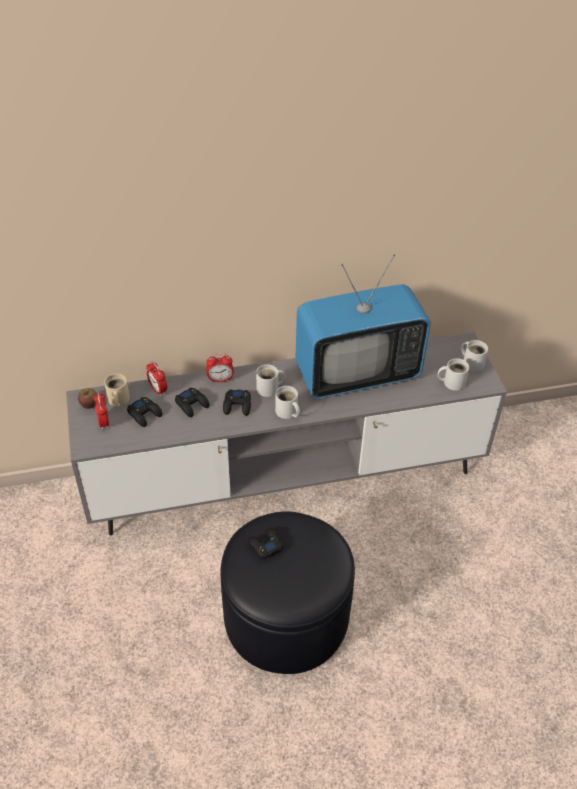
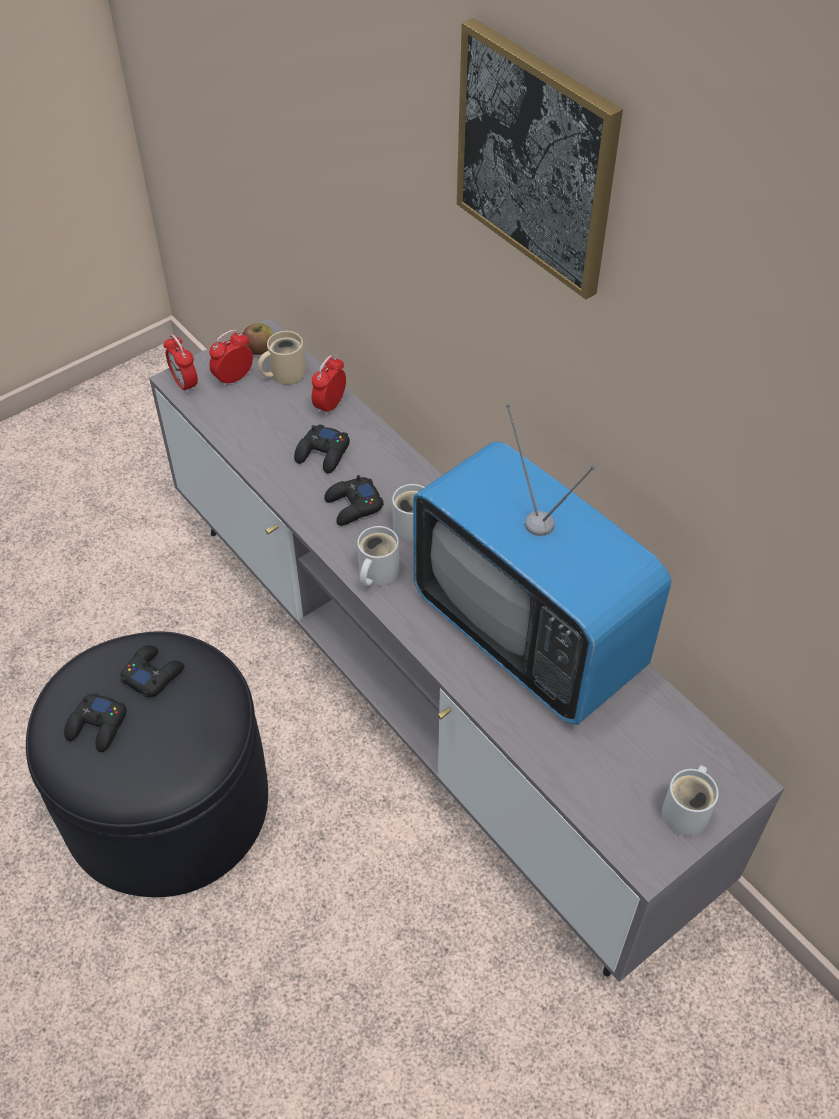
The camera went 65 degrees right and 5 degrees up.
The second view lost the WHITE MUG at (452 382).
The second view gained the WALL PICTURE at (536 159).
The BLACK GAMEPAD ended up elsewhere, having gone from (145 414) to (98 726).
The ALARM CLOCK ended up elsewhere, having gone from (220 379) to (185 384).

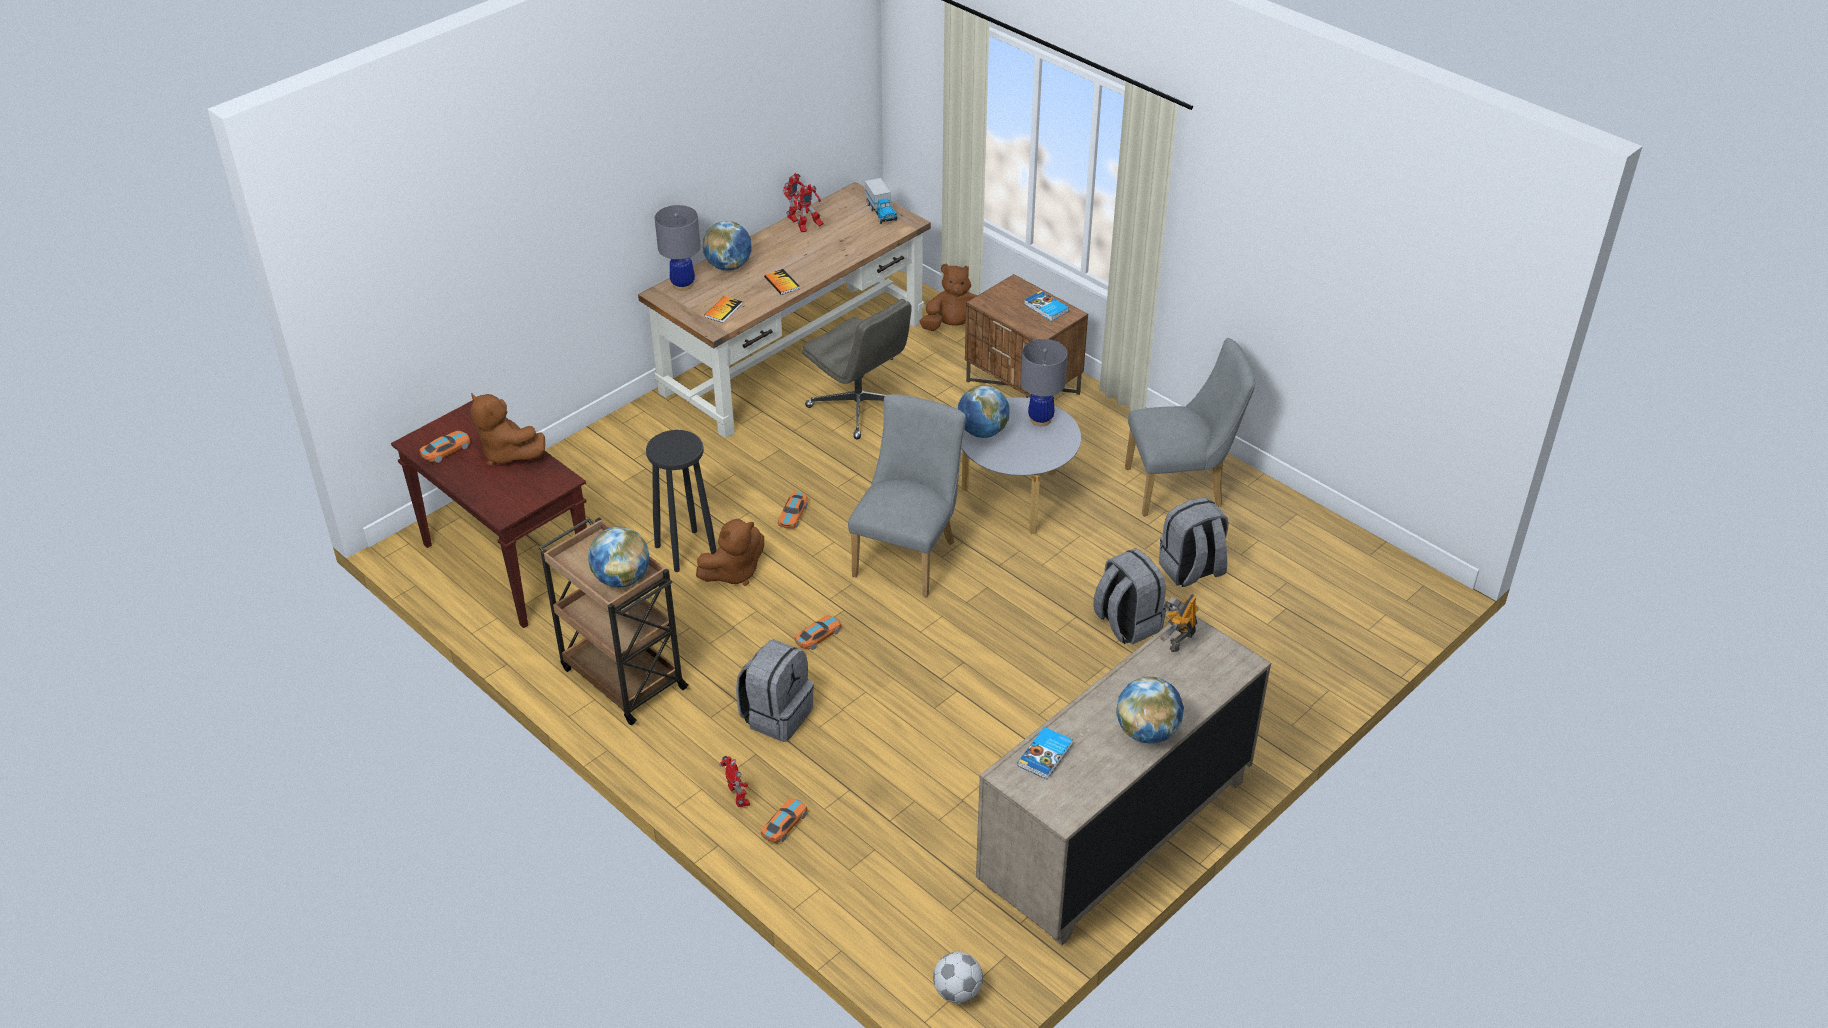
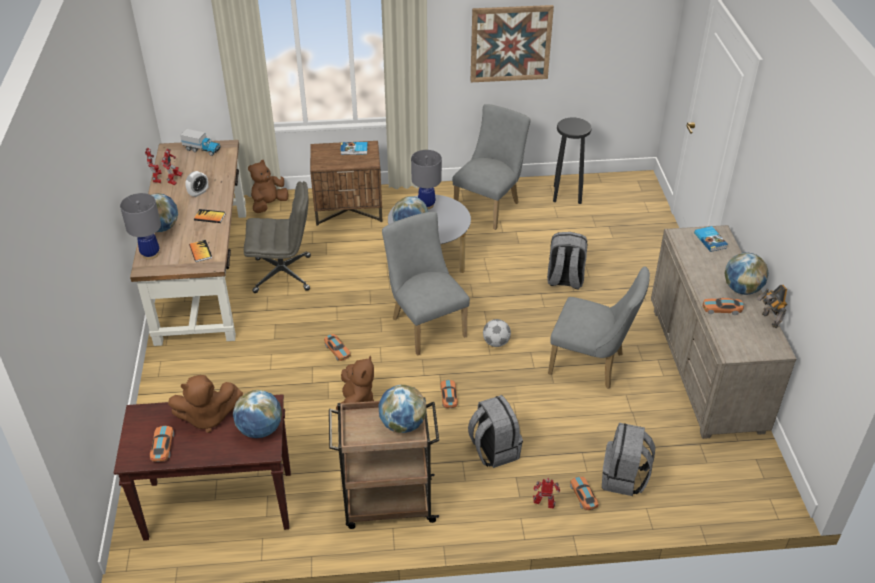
The camera went 50 degrees left and 0 degrees up.
The second view gained the ALARM CLOCK at (198 193).
The second view gained the WORLD GLOBE at (260 430).
The second view gained the WALL PICTURE at (510 43).
The second view gained the GRAY PLAIN CHAIR at (592 365).
The second view gained the MINIATURE CAR at (721 309).
The BLACK STOOL SEAT ended up elsewhere, having gone from (685 550) to (566 194).
The FOOTBALL BALL ended up elsewhere, having gone from (957 991) to (496 343).
The BOOK ended up elsewhere, having gone from (1046 755) to (710 240).
The GRAY RUCKSACK ended up elsewhere, having gone from (1191 570) to (624 478).
The ROBOT FIGURE ended up elsewhere, having gone from (1178 640) to (768 320).

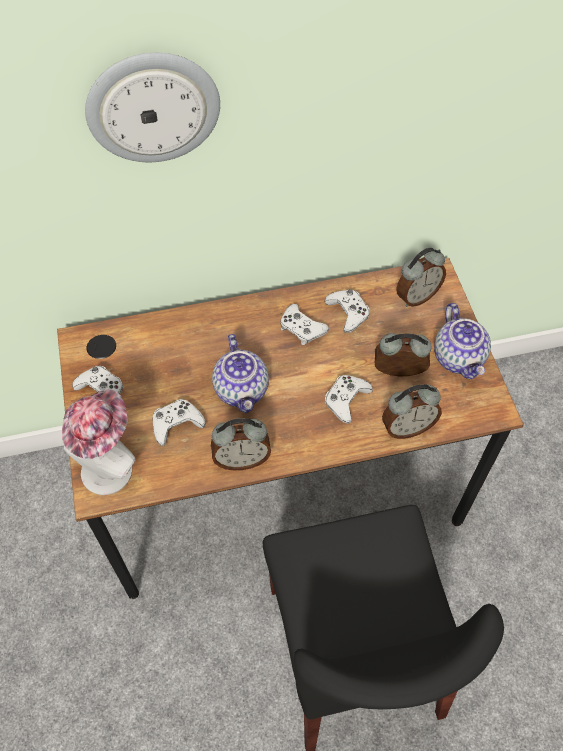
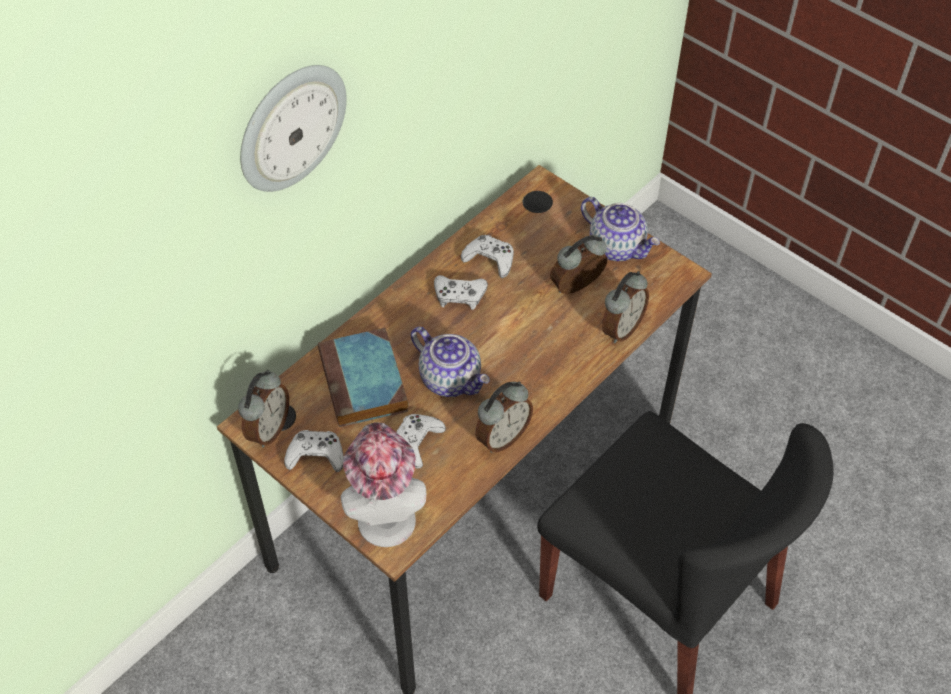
The camera went 35 degrees left and 5 degrees down.
The second view lost the WHITE GAMEPAD at (346 400).
The second view gained the BOOK at (364 384).
The ALARM CLOCK ended up elsewhere, having gone from (416 296) to (268 429).

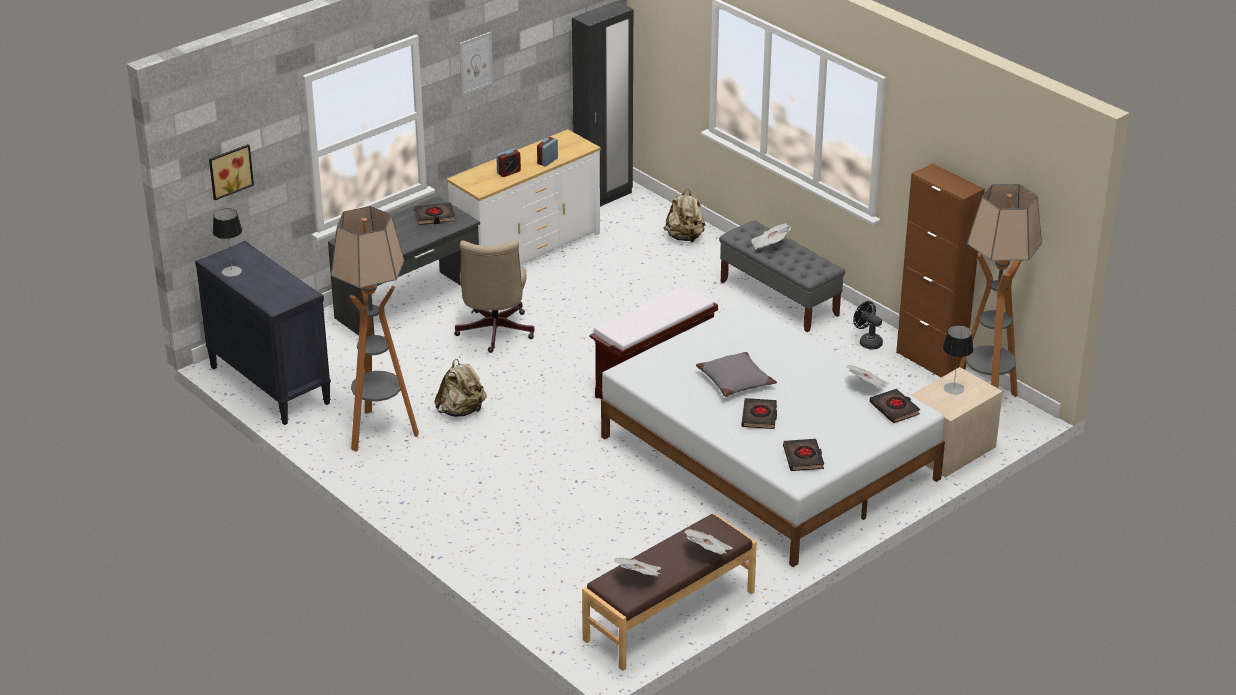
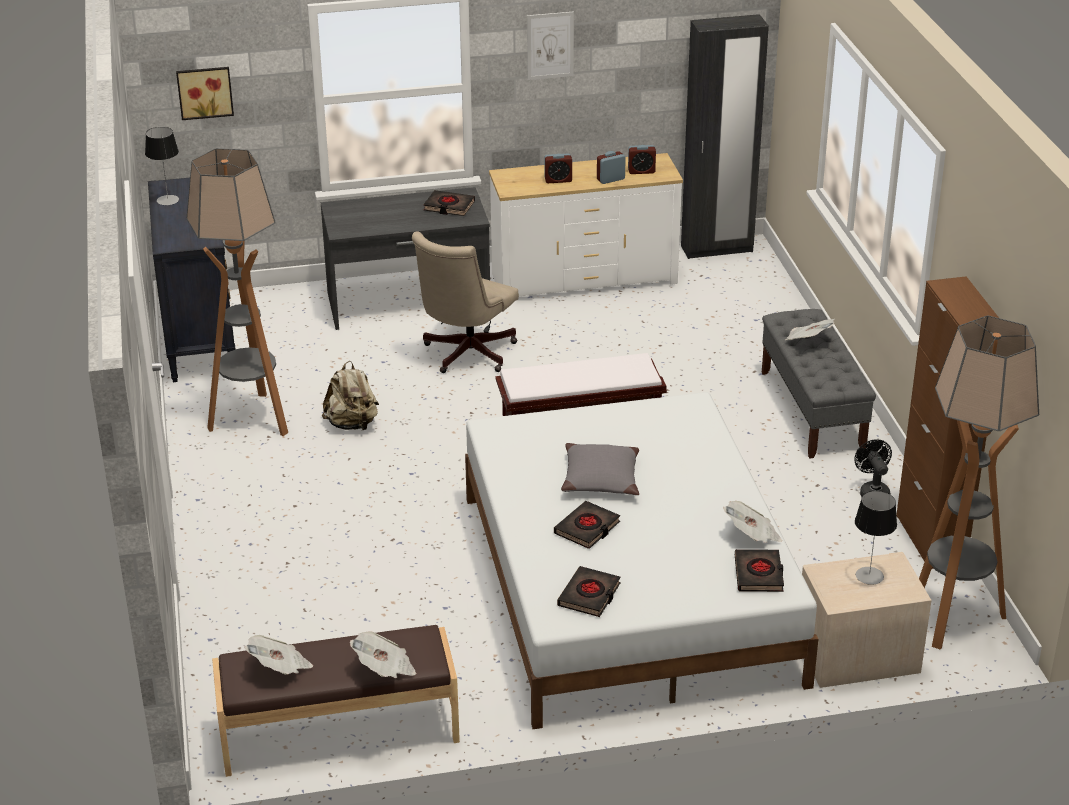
The camera went 30 degrees right and 0 degrees up.
The second view lost the BEIGE RUCKSACK at (685 237).
The second view gained the ALARM CLOCK at (641 171).

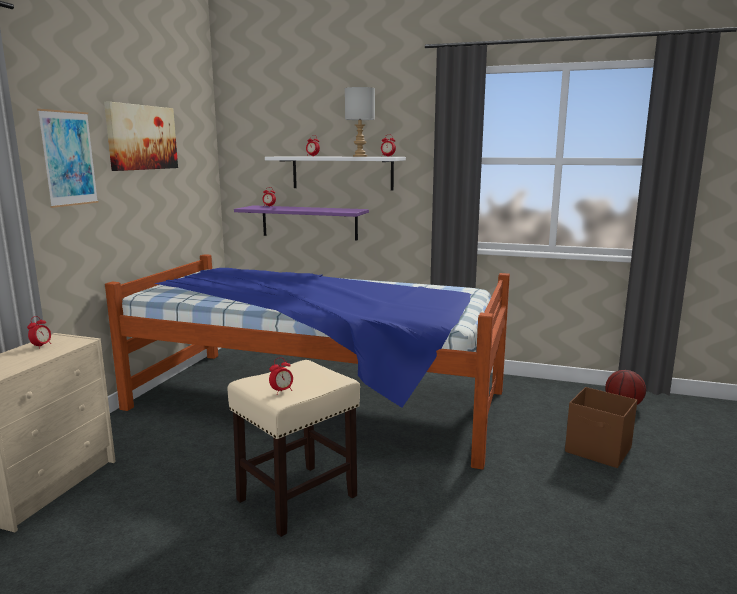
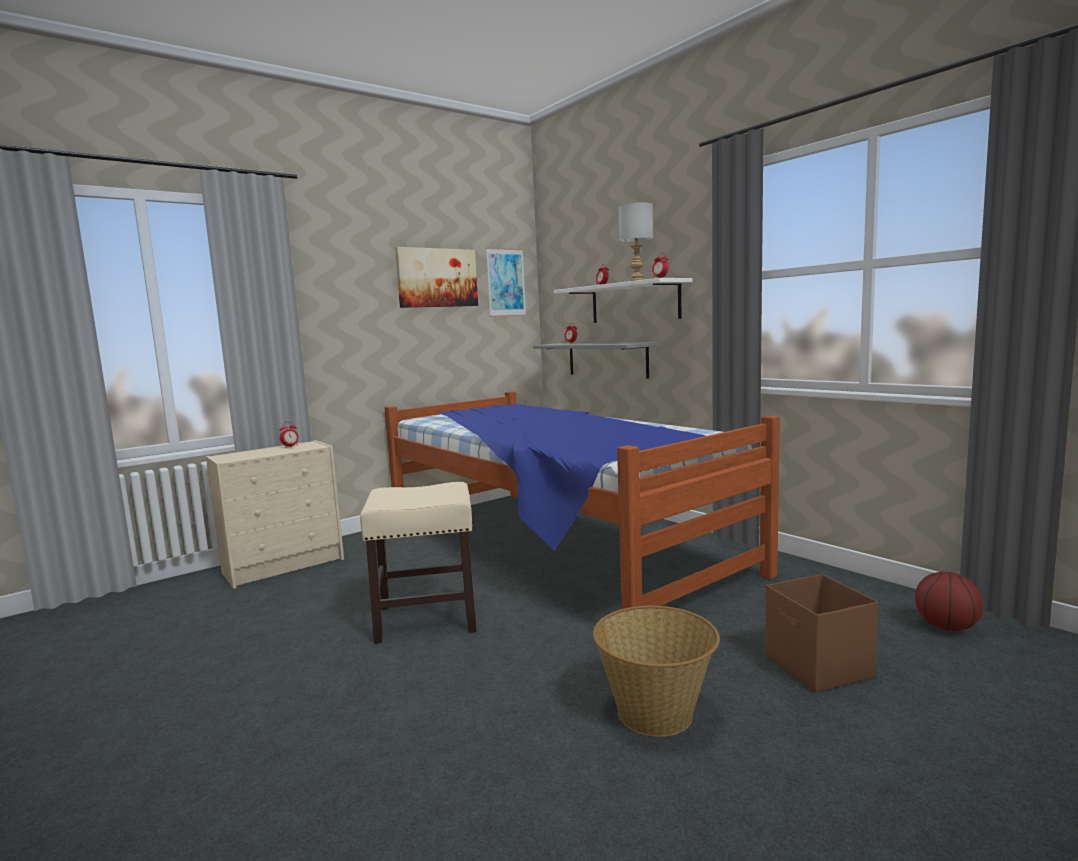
The camera went 35 degrees right and 5 degrees down.
The second view lost the ALARM CLOCK at (282 391).
The second view gained the STORAGE BASKET at (656 713).
The WALL PICTURE ended up elsewhere, having gone from (68 158) to (506 282).
What was the PURPLE SHELF at (309 222) turned into the GRAY SHELF at (607 359).

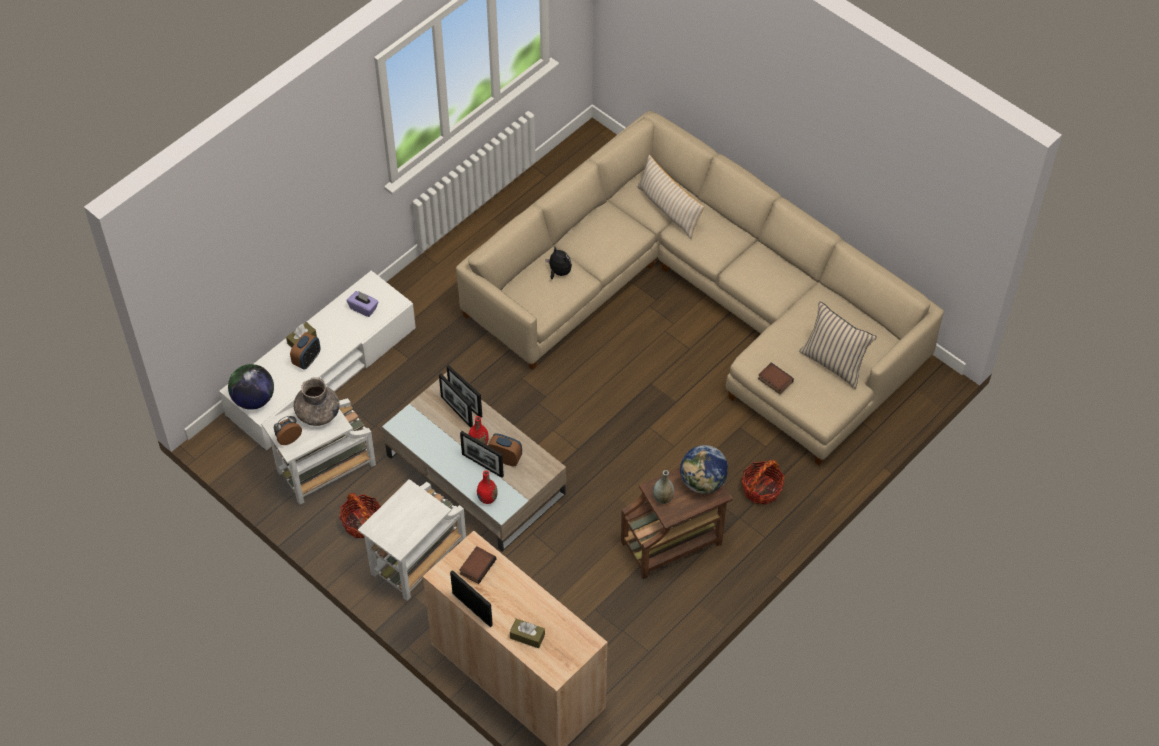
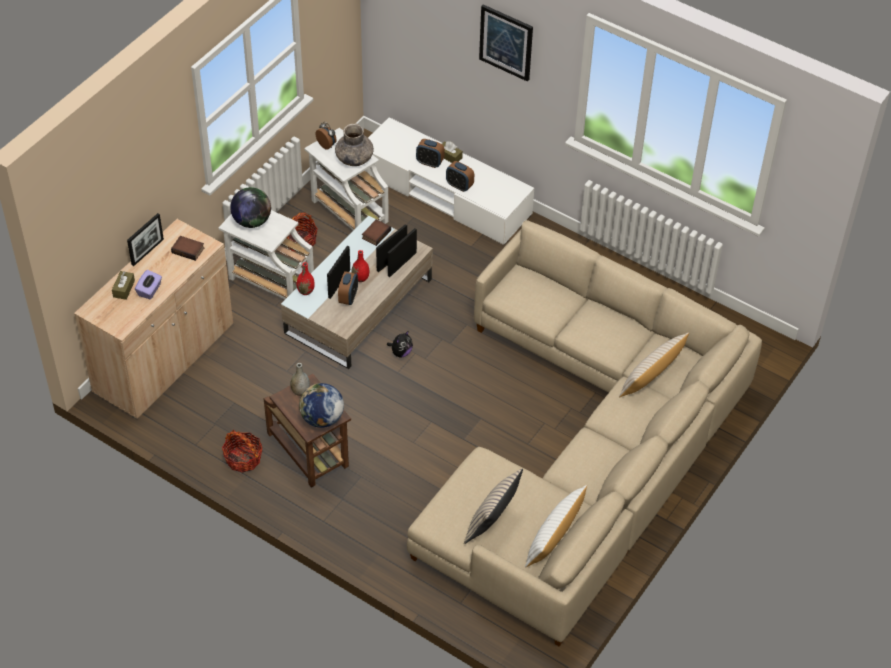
The camera went 80 degrees right and 5 degrees down.
The second view gained the ALARM CLOCK at (459 186).
The second view gained the WALL PICTURE at (506 42).
The second view gained the WHITE PILLOW at (554 537).
The WORLD GLOBE ended up elsewhere, having gone from (253 399) to (252 221).
The PURPLE TISSUE HOLDER ended up elsewhere, having gone from (363 308) to (150 290).
The PLUSH TOY ended up elsewhere, having gone from (559 272) to (401 352).
The STORAGE BASKET ended up elsewhere, having gone from (761 489) to (243 458).
The BOOK ended up elsewhere, having gone from (774 380) to (375 234).

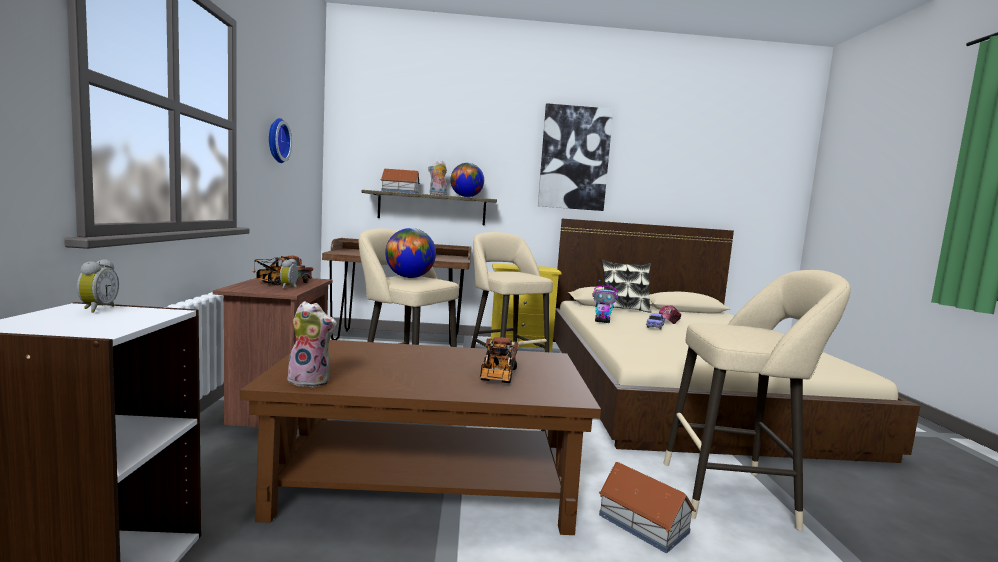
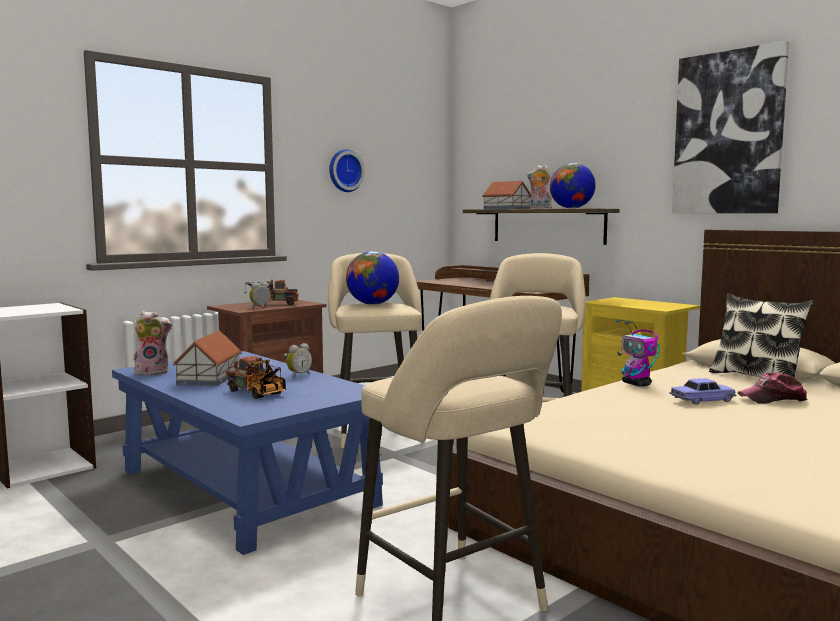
The camera went 50 degrees right and 0 degrees up.
The ALARM CLOCK ended up elsewhere, having gone from (96 309) to (298 375).
The MODEL HOUSE ended up elsewhere, having gone from (643 523) to (210 377).
What was the BROWN-COLOURED LOW TABLE at (425 480) turned into the BLUISH LOW TABLE at (244 487).
The PLUSH TOY at (311 381) ended up facing another way, 75 degrees counterclockwise from before.
The TOY LORRY at (497 376) ended up facing another way, 105 degrees counterclockwise from before.

